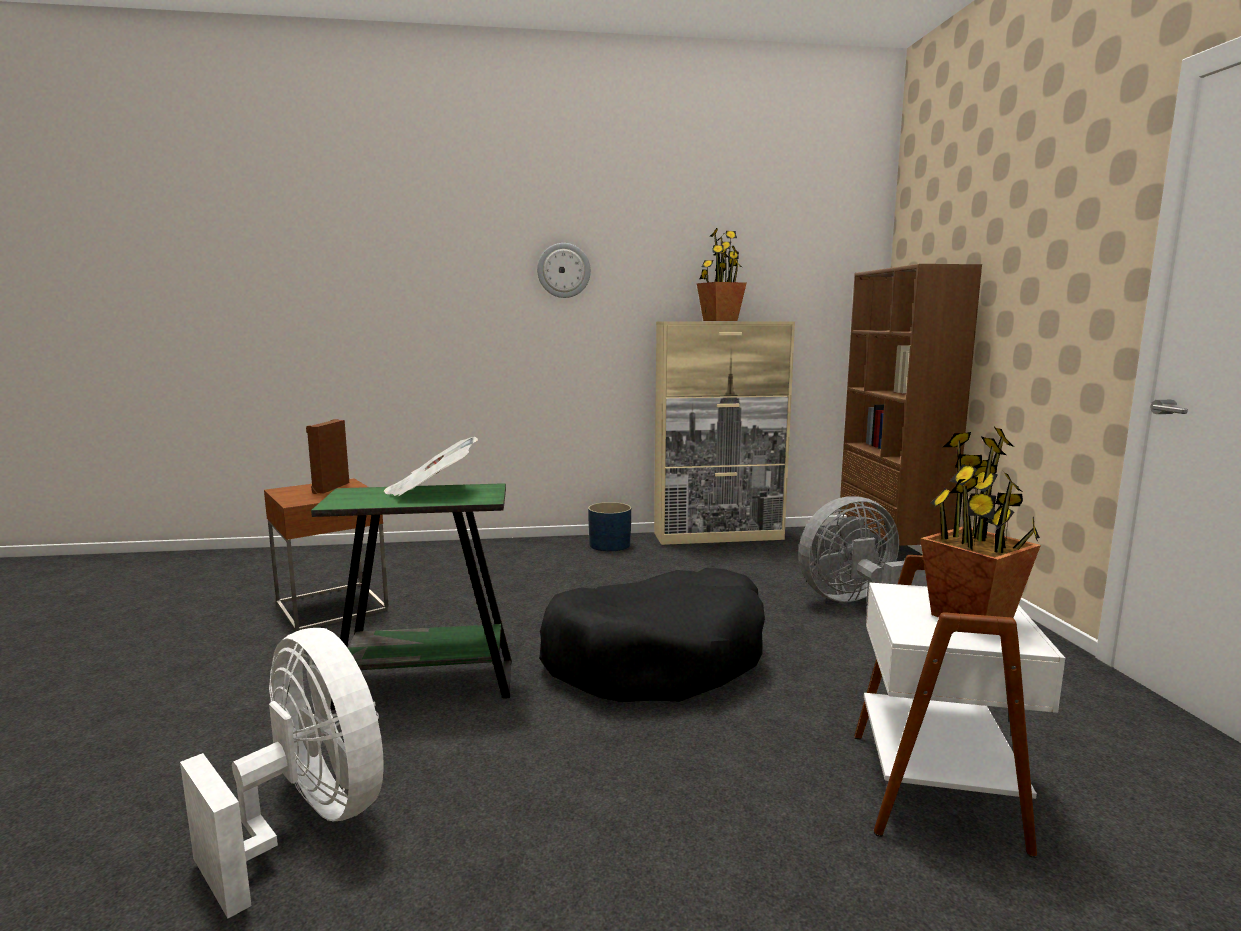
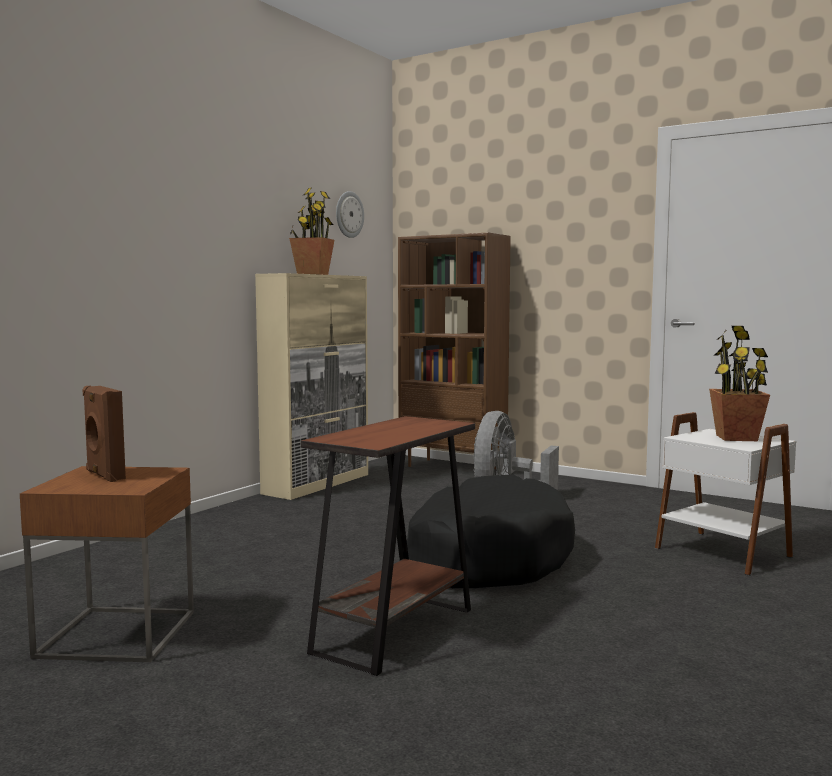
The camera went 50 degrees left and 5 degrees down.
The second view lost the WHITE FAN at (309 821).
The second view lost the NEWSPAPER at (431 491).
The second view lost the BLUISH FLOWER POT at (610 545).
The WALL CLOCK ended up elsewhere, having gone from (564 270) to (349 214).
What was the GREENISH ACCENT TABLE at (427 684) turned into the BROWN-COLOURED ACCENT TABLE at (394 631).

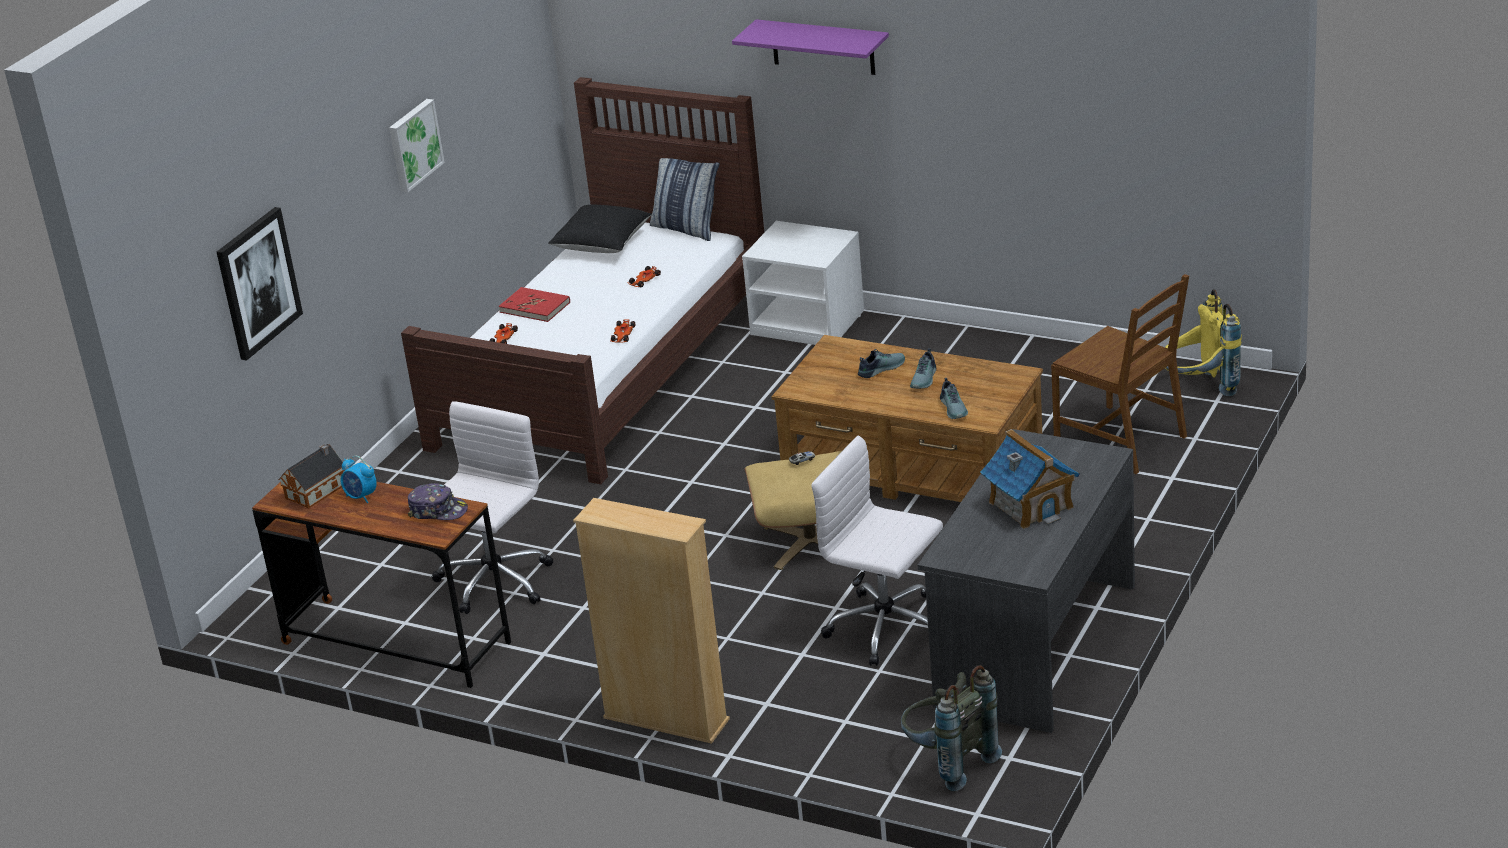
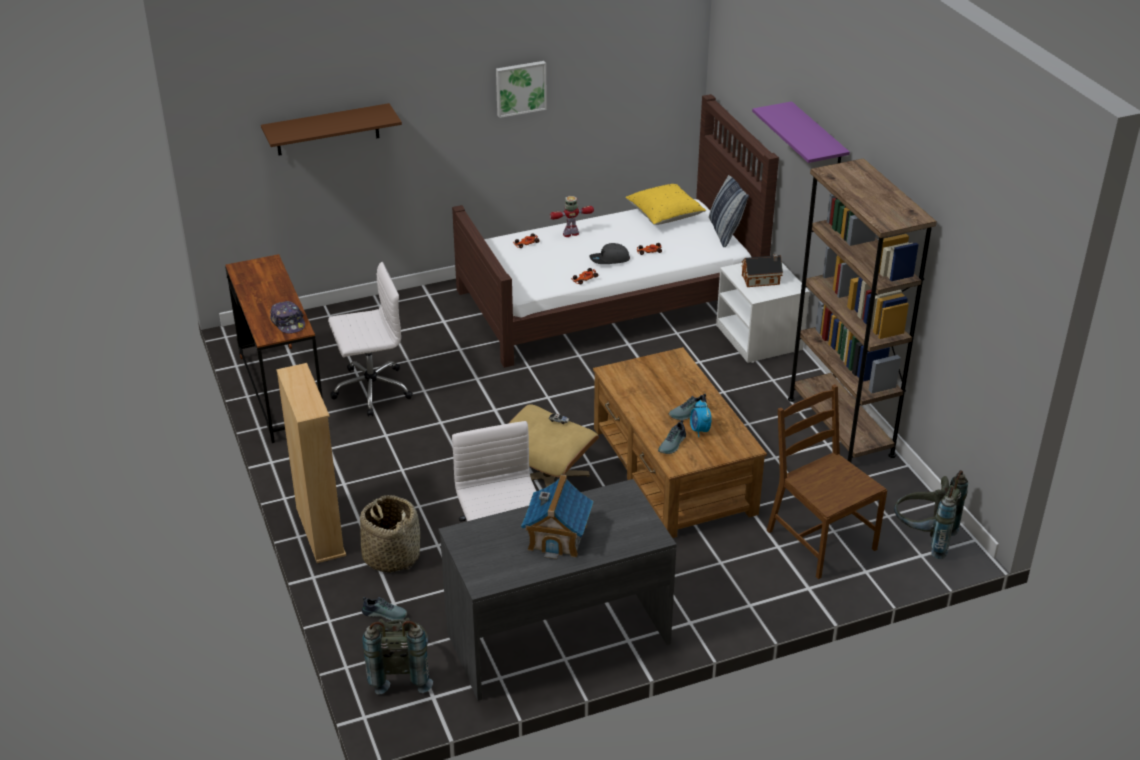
The camera went 40 degrees right and 5 degrees up.
The second view gained the STORAGE BASKET at (391 556).
The second view gained the GRAY PEAKED CAP at (609 260).
The second view gained the BROWN-COLOURED SHELVING UNIT at (840 427).
The MODEL HOUSE ended up elsewhere, having gone from (318 490) to (762 280).
The ALARM CLOCK ended up elsewhere, having gone from (361 497) to (699 430).
The ITEM OF FOOTWEAR ended up elsewhere, having gone from (880 368) to (385 613).
Where the WALL PICTURE hung at (257 283), the BROWN-COLOURED SHELF came to hang at (327 130).
Where the RED BOOK stood at (535 307), the ROBOT FIGURE came to stand at (571 234).
What was the BLACK PILLOW at (602 244) turned into the YELLOW-COLOURED PILLOW at (664 215).
What was the YELLOW-COLOURED RUCKSACK at (1199 388) turned into the GRAY RUCKSACK at (924 538).
The BROWN-COLOURED PLAIN CHAIR at (1122 440) ended up facing another way, 150 degrees clockwise from before.

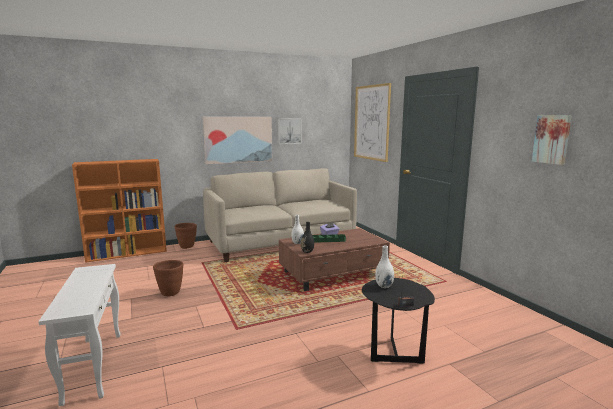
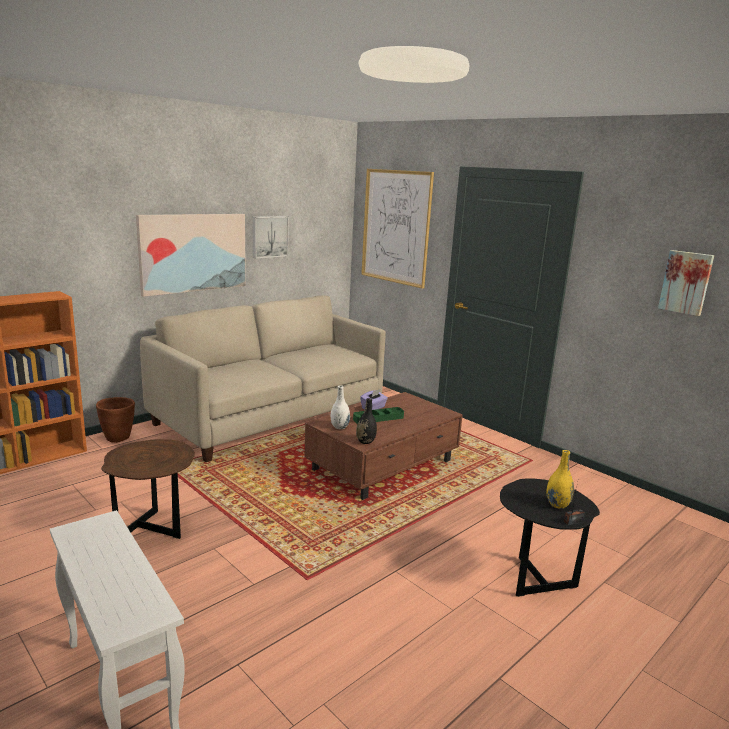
The camera went 20 degrees left and 5 degrees up.
The second view lost the WHITE DECORATIVE VASE at (384 286).
The second view gained the YELLOW-COLOURED DECORATIVE VASE at (557 504).
Where the BROWN-COLOURED FLOWER POT stood at (170 293), the BROWN-COLOURED ACCENT TABLE came to stand at (154 531).

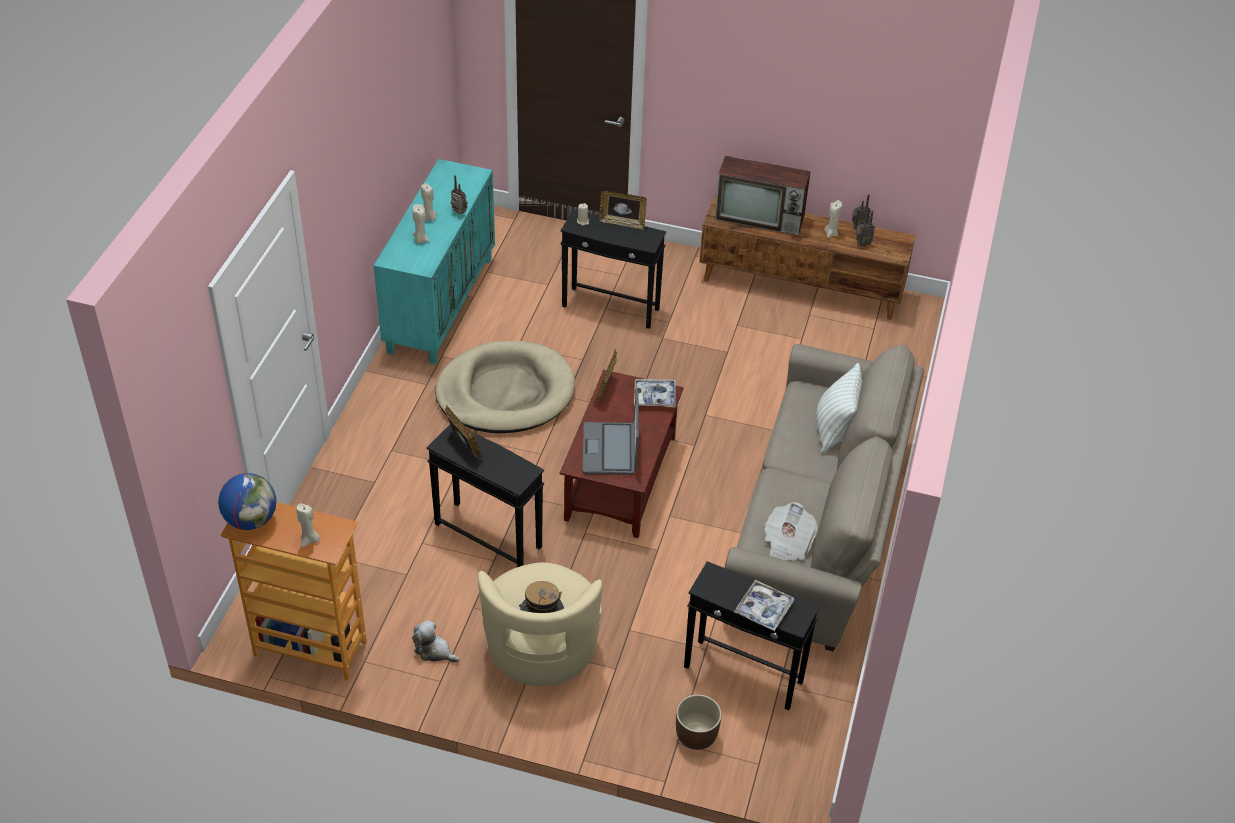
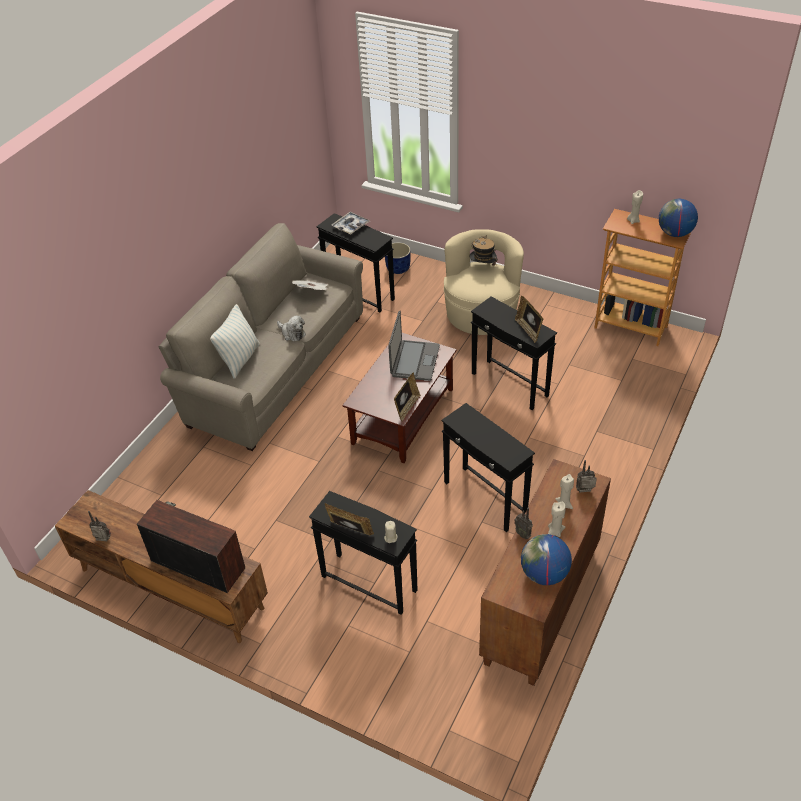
The camera went 165 degrees left and 0 degrees up.
The second view lost the CARRYING TRAY at (655 397).
The second view lost the BEIGE CANDLE at (831 233).
The second view gained the WORLD GLOBE at (544 574).
The PLUSH TOY ended up elsewhere, having gone from (434 651) to (292 333).
The RADIO SET ended up elsewhere, having gone from (862 244) to (585 492).
Where the BEIGE PET BED stood at (505 392), the BLACK ACCENT TABLE came to stand at (484 499).
What was the BLUE-GREEN STORAGE CABINET at (440 304) turned into the BROWN-COLOURED STORAGE CABINET at (541 607).
What was the BROWN-COLOURED FLOWER POT at (696 736) turned into the BLUISH FLOWER POT at (398 268).

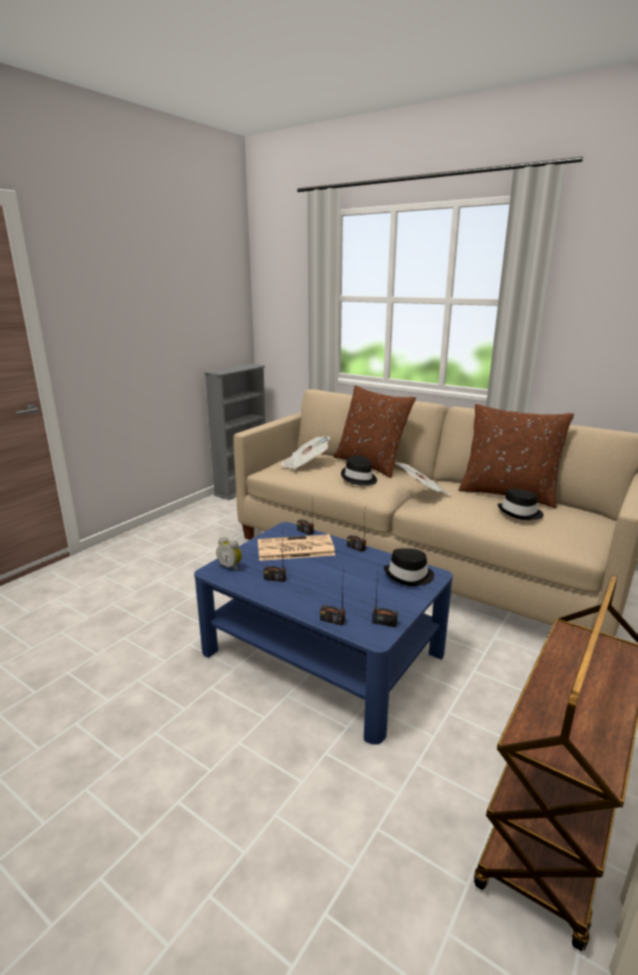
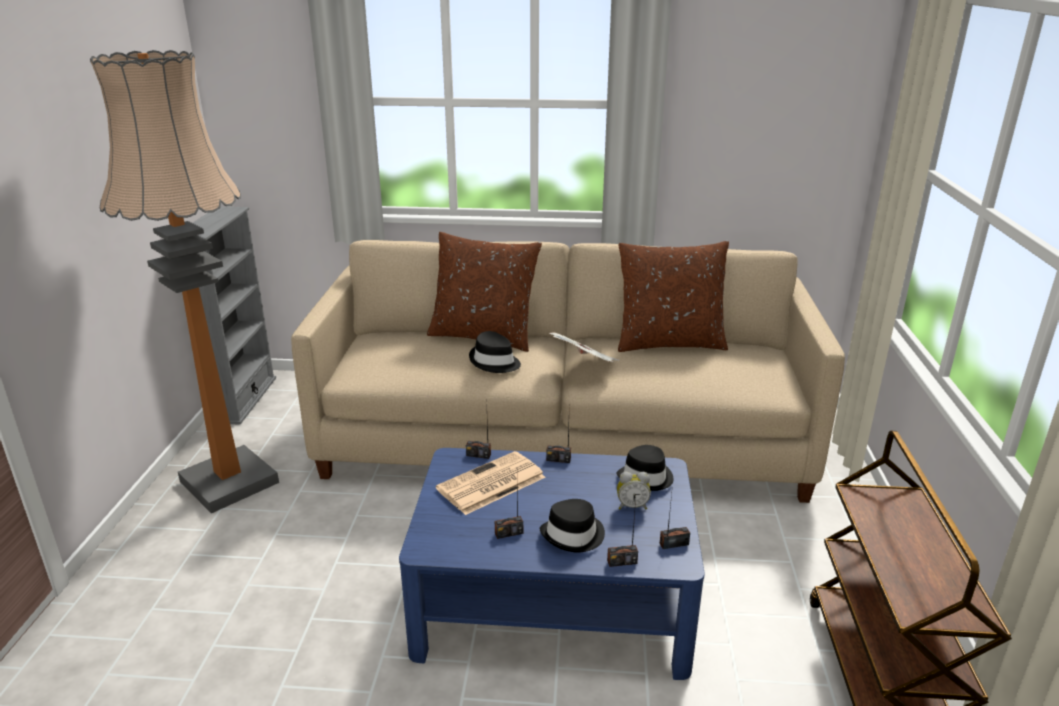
The camera went 30 degrees left and 5 degrees up.
The second view lost the NEWSPAPER at (305 465).
The second view gained the FLOOR LAMP at (229 482).
The ALARM CLOCK ended up elsewhere, having gone from (231 567) to (632 506).
The BLACK HAT ended up elsewhere, having gone from (520 513) to (574 535).

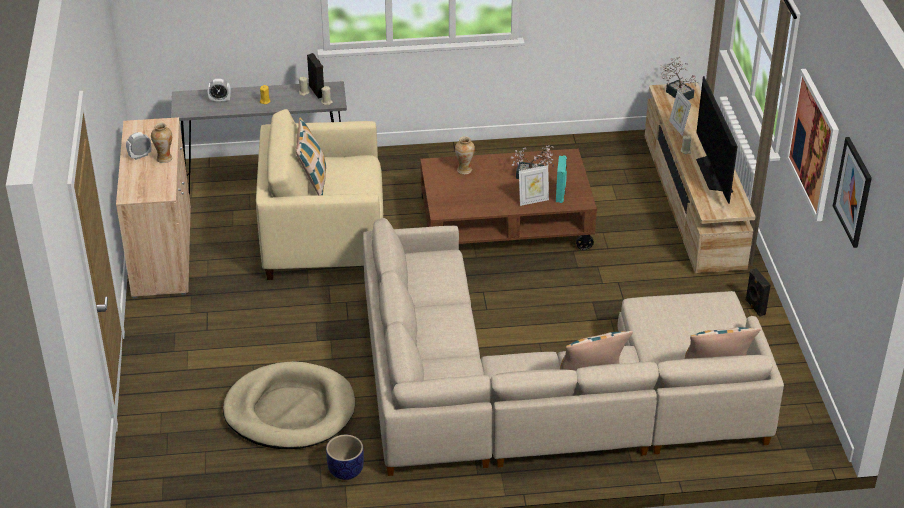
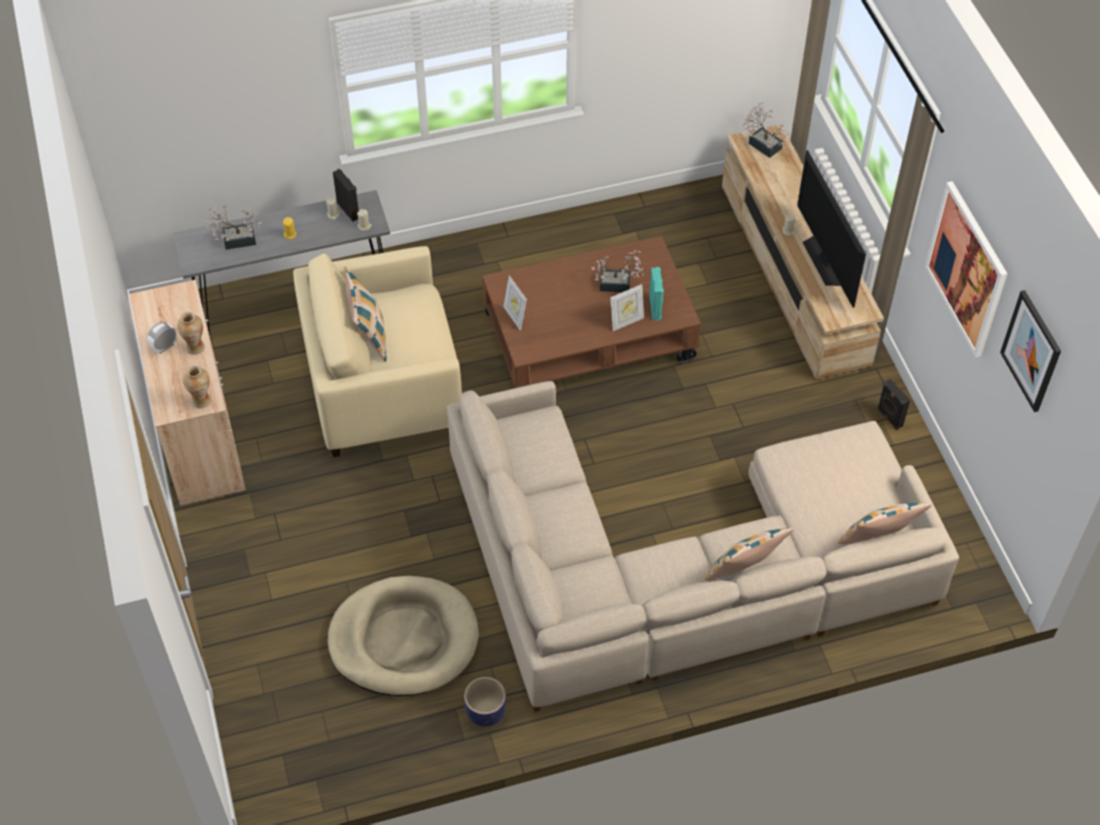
The camera went 10 degrees left and 15 degrees up.
The DECORATIVE VASE ended up elsewhere, having gone from (464 170) to (201 400).
The STANDING FRAME ended up elsewhere, having gone from (678 127) to (515 317).
Where the ALARM CLOCK stood at (220 100), the HOUSEPLANT came to stand at (235 240).

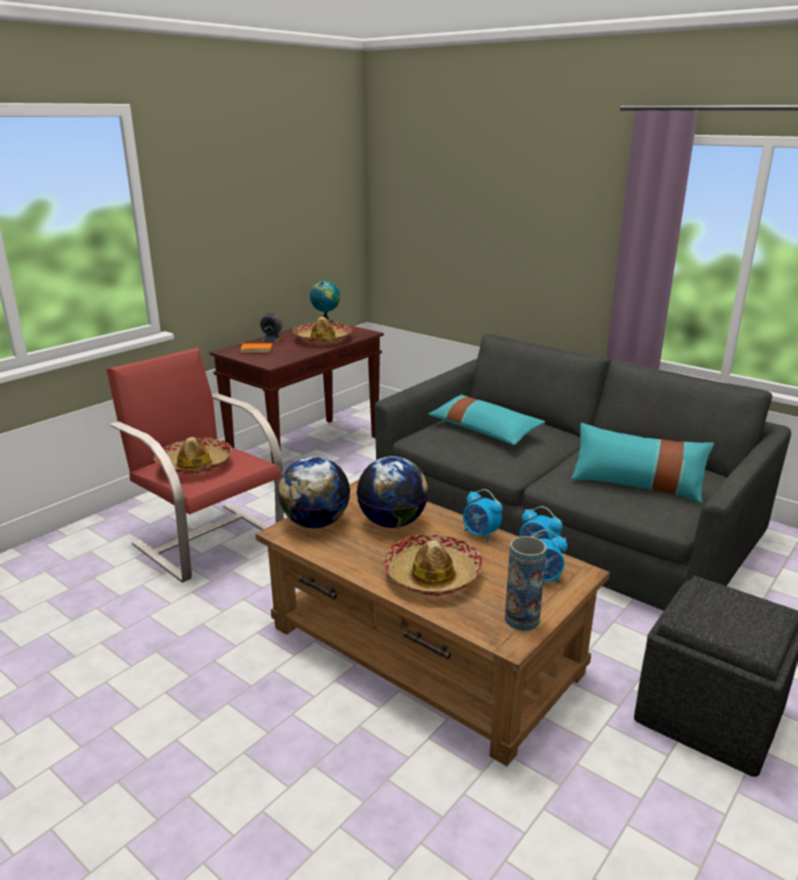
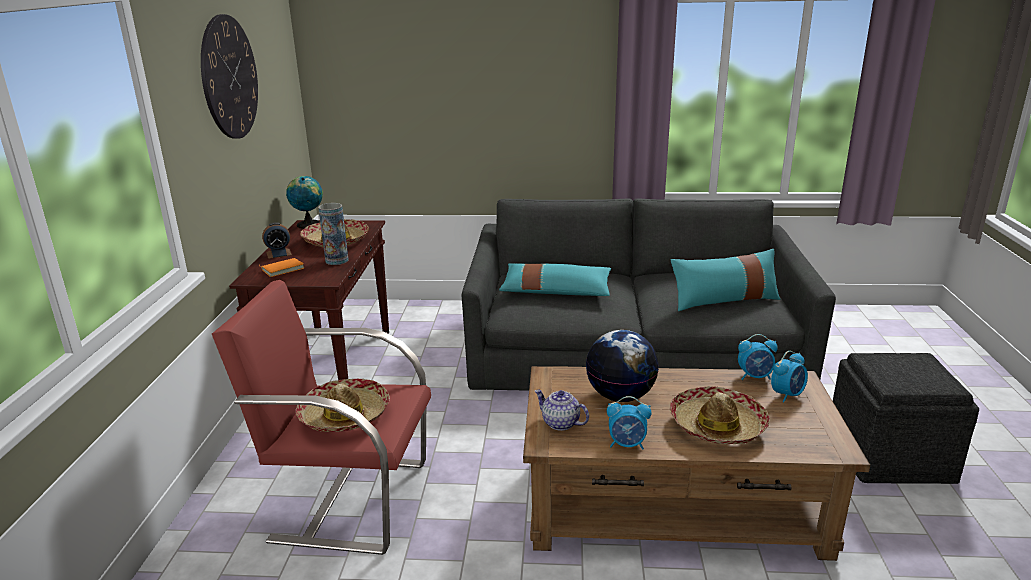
The camera went 35 degrees left and 0 degrees up.
The second view gained the WALL CLOCK at (229 77).
The ALARM CLOCK ended up elsewhere, having gone from (480 534) to (627 444).
The DECORATIVE VASE ended up elsewhere, having gone from (522 619) to (337 260).
Where the WORLD GLOBE stood at (315 523), the TEA POT came to stand at (560 423).

